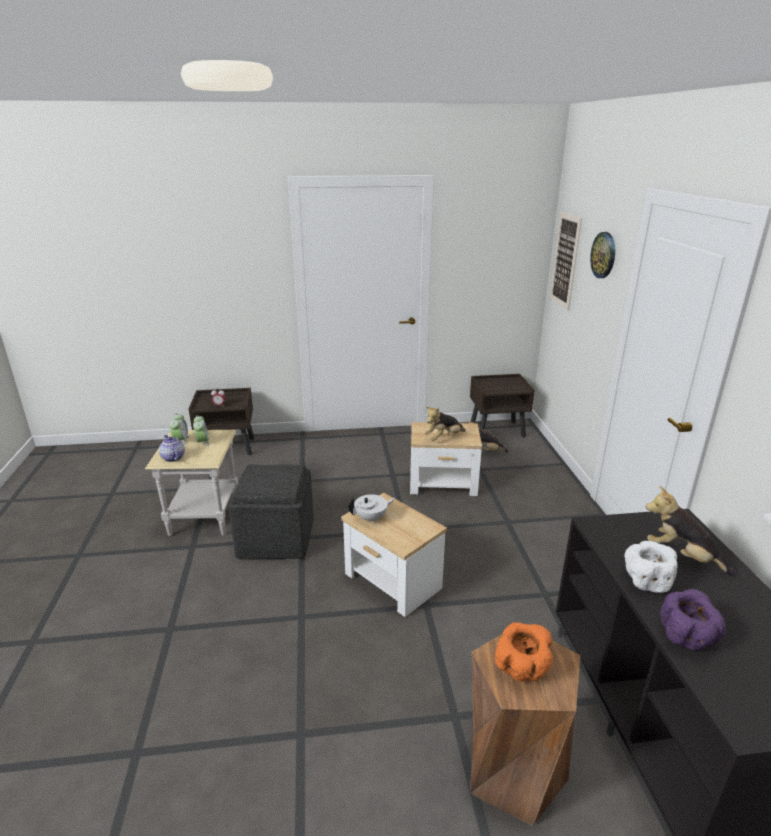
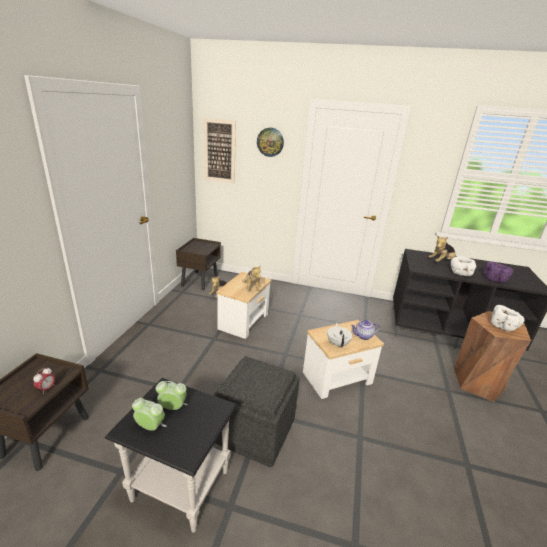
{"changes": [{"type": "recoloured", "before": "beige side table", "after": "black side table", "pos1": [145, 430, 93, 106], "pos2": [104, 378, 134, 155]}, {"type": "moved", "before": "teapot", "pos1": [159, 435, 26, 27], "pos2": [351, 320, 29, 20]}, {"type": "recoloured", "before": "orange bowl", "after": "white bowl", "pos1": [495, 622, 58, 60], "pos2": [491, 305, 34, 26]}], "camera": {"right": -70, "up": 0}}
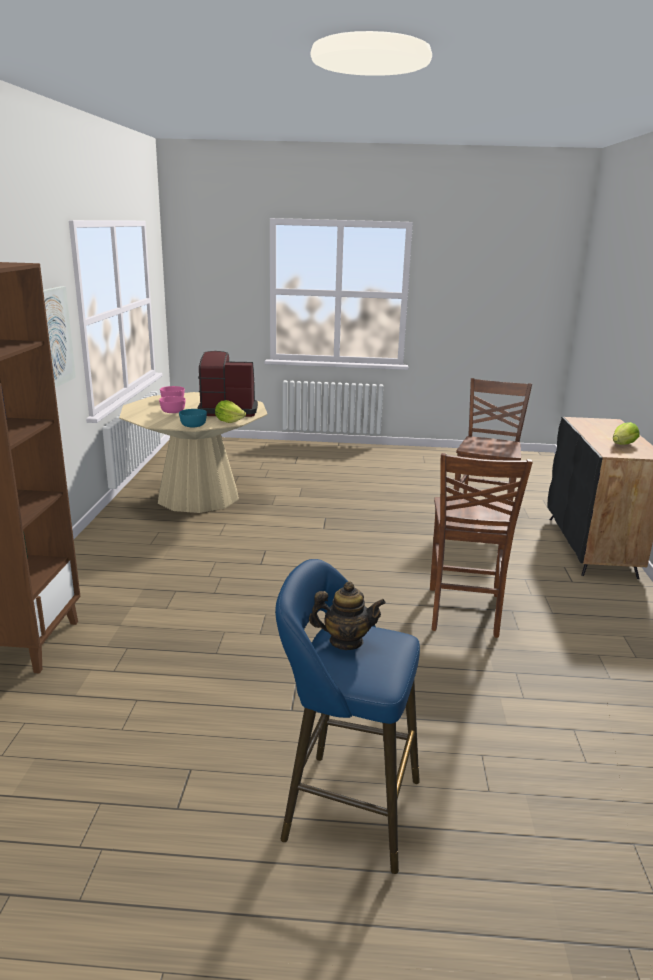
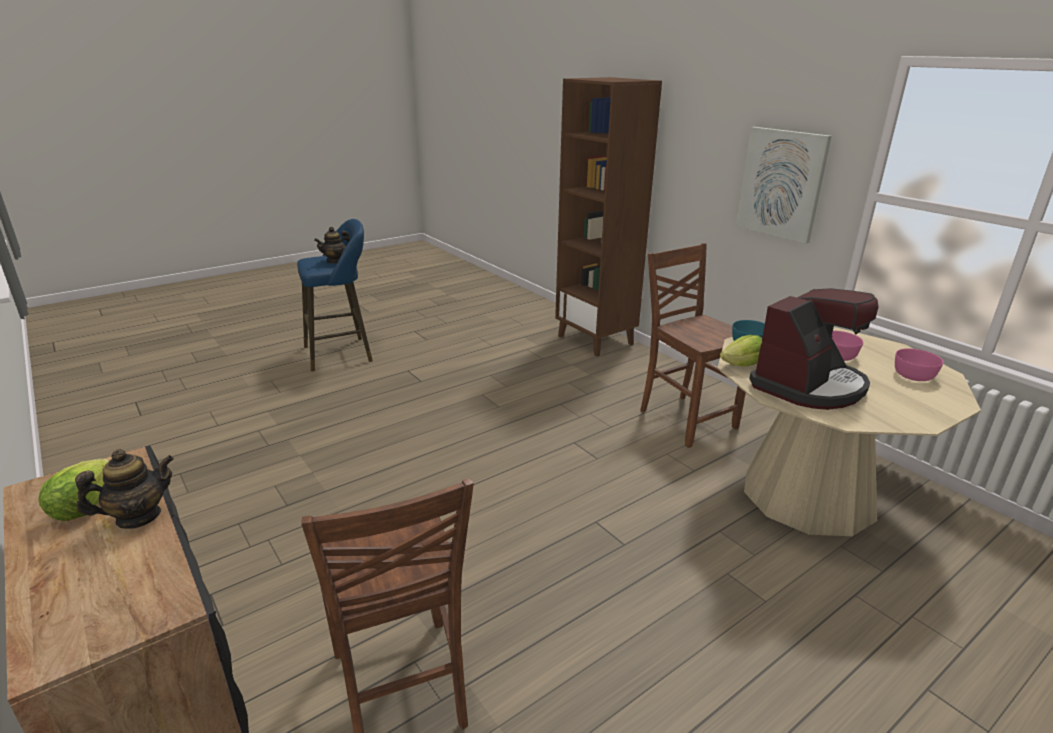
{"changes": [{"type": "moved", "before": "brown chair", "pos1": [430, 453, 103, 185], "pos2": [640, 243, 106, 205]}, {"type": "added", "after": "teapot", "pos2": [75, 449, 99, 80]}], "camera": {"right": 140, "up": 5}}
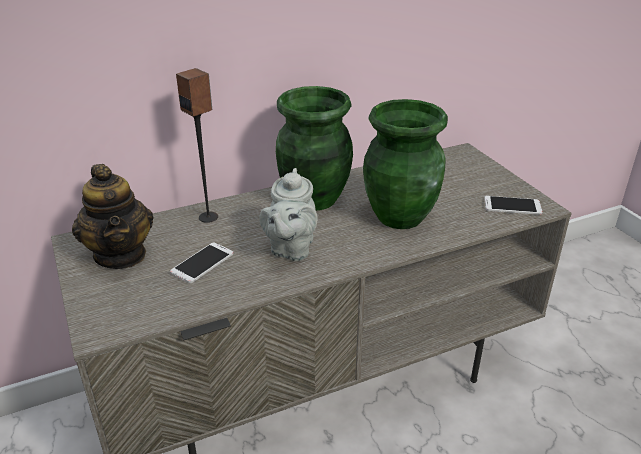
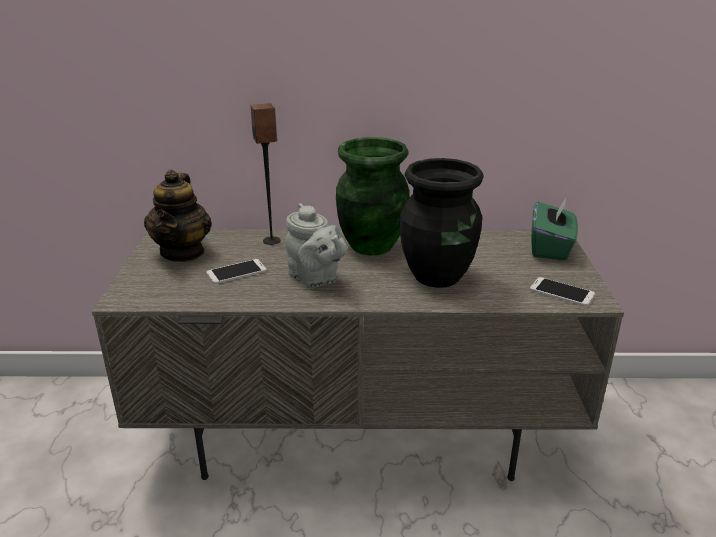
{"changes": [{"type": "recoloured", "before": "green vase", "after": "black vase", "pos1": [363, 99, 85, 130], "pos2": [400, 158, 83, 130]}, {"type": "turned", "before": "grey teapot", "pos1": [259, 168, 59, 93], "pos2": [285, 203, 62, 84], "turn": -75}, {"type": "added", "after": "green tissue box", "pos2": [531, 196, 47, 65]}], "camera": {"right": 25, "up": -5}}
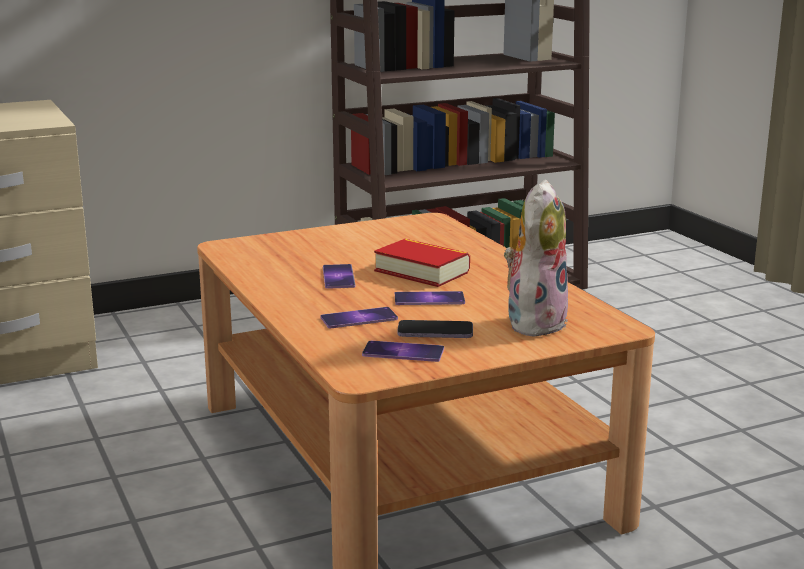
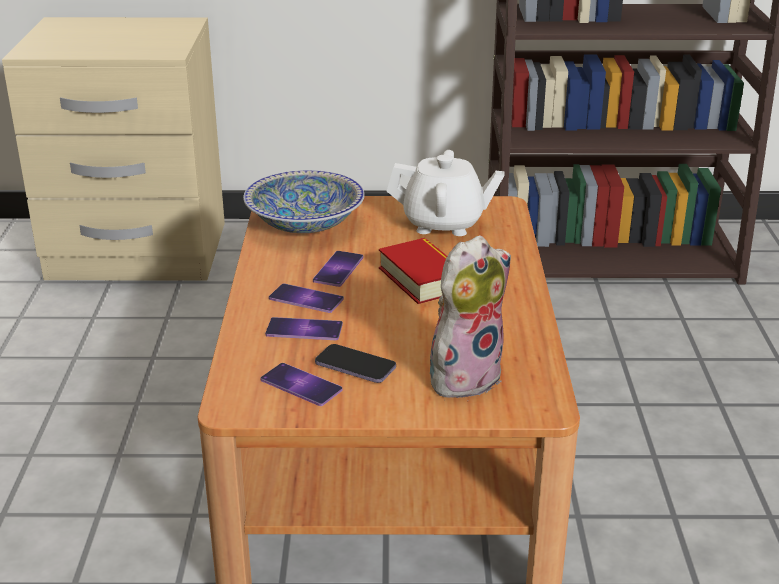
{"changes": [{"type": "moved", "before": "phone", "pos1": [395, 291, 70, 14], "pos2": [269, 284, 75, 29]}, {"type": "added", "after": "white teapot", "pos2": [387, 150, 118, 86]}, {"type": "added", "after": "bowl", "pos2": [243, 170, 122, 63]}], "camera": {"right": 25, "up": 10}}
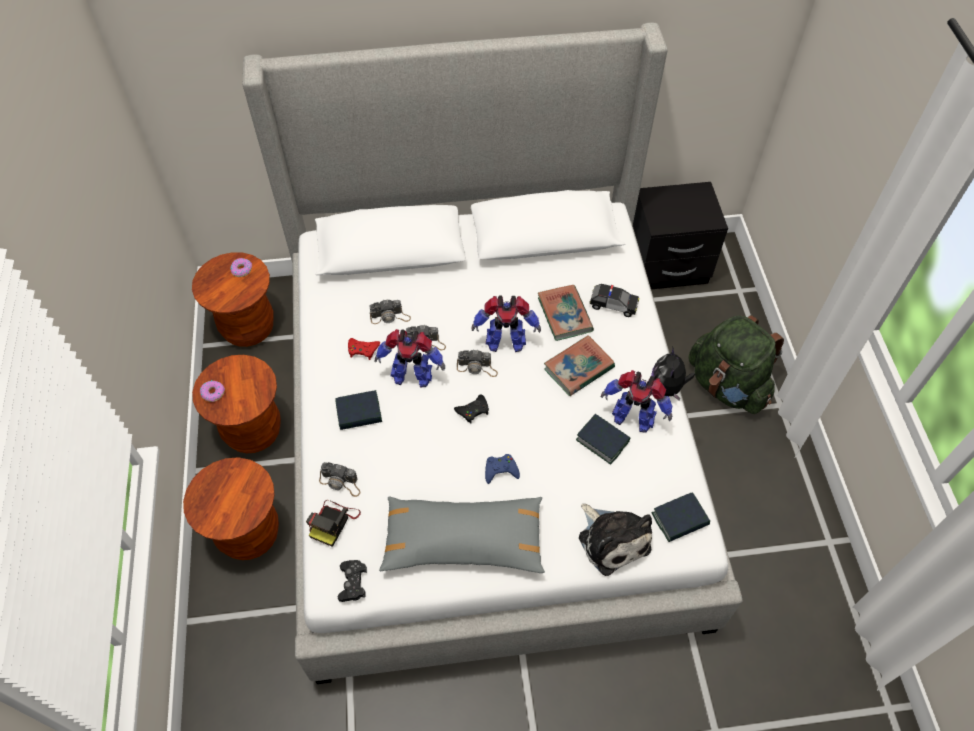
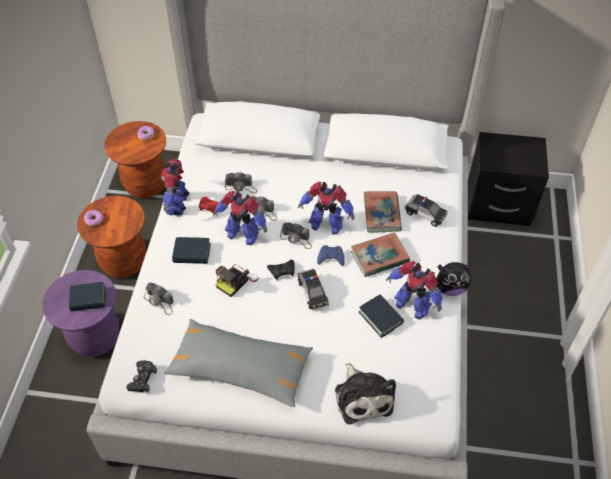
{"changes": [{"type": "removed", "before": "green backpack", "pos1": [688, 315, 96, 99]}, {"type": "turned", "before": "plush toy", "pos1": [651, 347, 44, 54], "pos2": [436, 262, 35, 34], "turn": -120}, {"type": "moved", "before": "blue game controller", "pos1": [485, 454, 35, 30], "pos2": [317, 245, 28, 21]}, {"type": "recoloured", "before": "brown stool", "after": "purple stool", "pos1": [183, 457, 96, 103], "pos2": [42, 270, 77, 87]}, {"type": "moved", "before": "book", "pos1": [651, 492, 59, 50], "pos2": [69, 282, 36, 29]}, {"type": "moved", "before": "photo camera", "pos1": [306, 500, 55, 47], "pos2": [215, 264, 44, 33]}, {"type": "added", "after": "toy robot", "pos2": [161, 159, 28, 57]}, {"type": "added", "after": "toy car", "pos2": [298, 269, 31, 41]}], "camera": {"right": 15, "up": -5}}
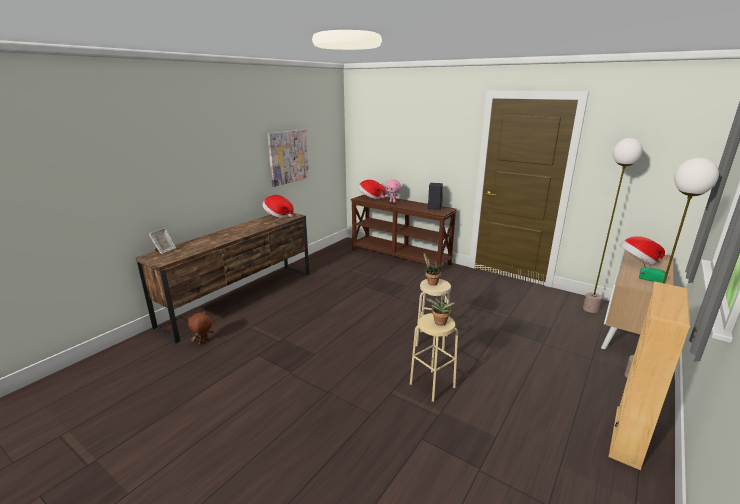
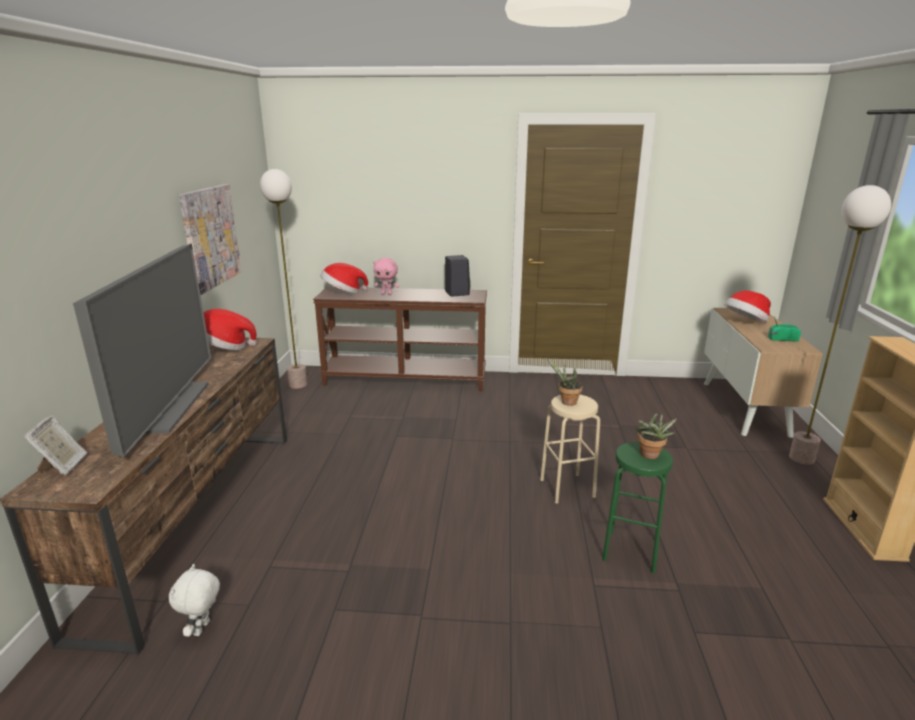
{"changes": [{"type": "moved", "before": "floor lamp", "pos1": [583, 138, 60, 175], "pos2": [260, 169, 47, 220]}, {"type": "recoloured", "before": "brown plush toy", "after": "white plush toy", "pos1": [187, 311, 27, 34], "pos2": [169, 564, 51, 73]}, {"type": "recoloured", "before": "beige stool", "after": "green stool", "pos1": [410, 313, 48, 89], "pos2": [602, 442, 71, 132]}, {"type": "added", "after": "television", "pos2": [73, 244, 138, 213]}], "camera": {"right": -30, "up": 0}}
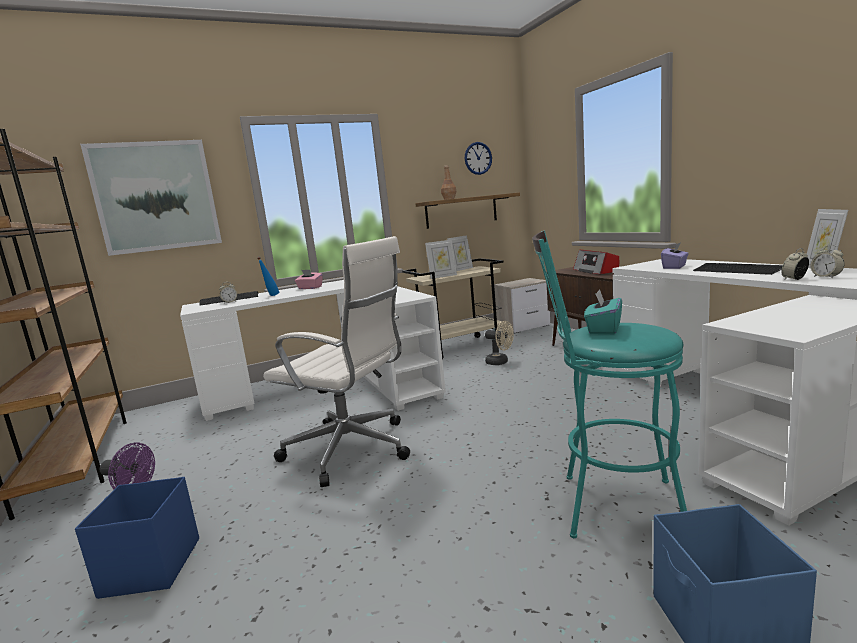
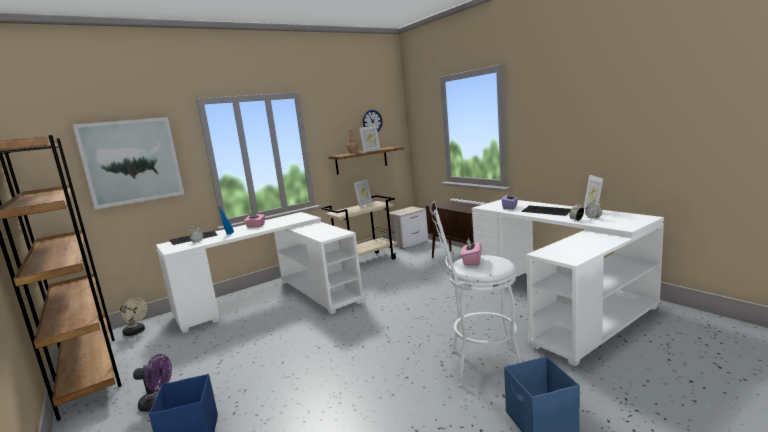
{"changes": [{"type": "recoloured", "before": "turquoise stool", "after": "white stool", "pos1": [532, 230, 155, 308], "pos2": [429, 202, 93, 185]}, {"type": "removed", "before": "white office chair", "pos1": [263, 236, 147, 251]}, {"type": "moved", "before": "picture frame", "pos1": [425, 240, 32, 39], "pos2": [359, 126, 22, 26]}, {"type": "removed", "before": "radio", "pos1": [573, 250, 47, 24]}, {"type": "recoloured", "before": "turquoise tissue box", "after": "pink tissue box", "pos1": [584, 289, 38, 45], "pos2": [461, 238, 21, 27]}, {"type": "moved", "before": "beige fan", "pos1": [485, 321, 29, 44], "pos2": [120, 297, 27, 39]}], "camera": {"right": -10, "up": 0}}
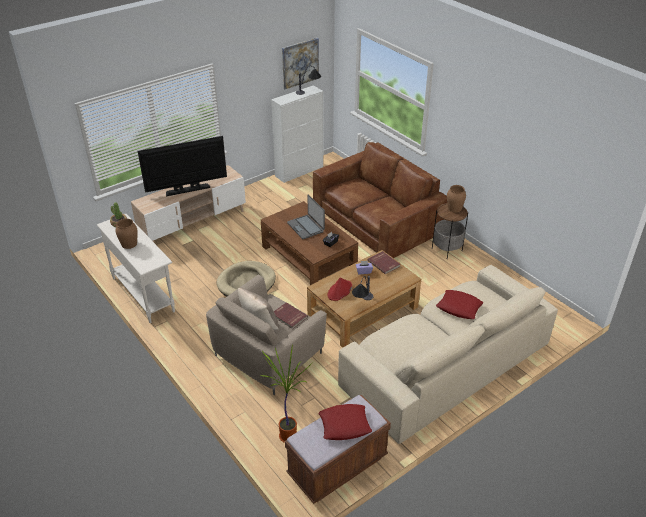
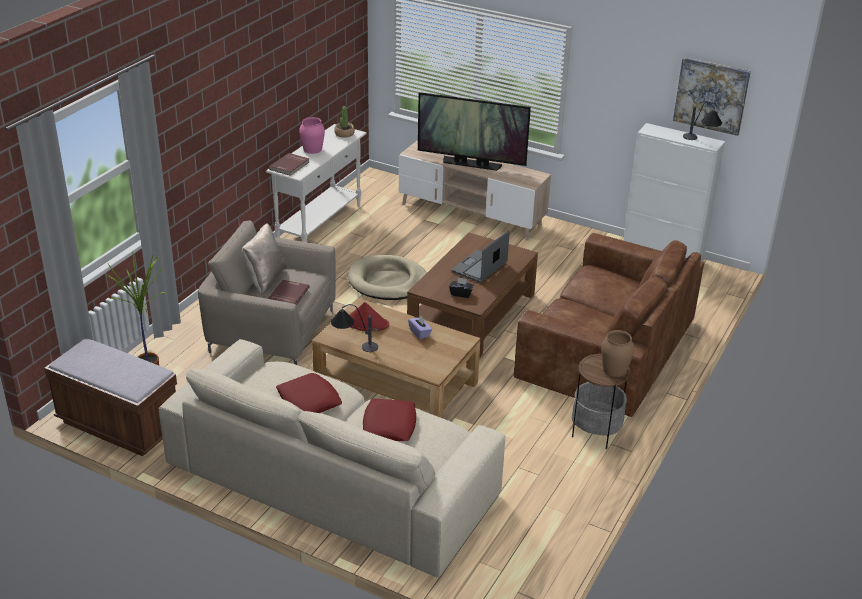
{"changes": [{"type": "turned", "before": "television", "pos1": [138, 136, 89, 60], "pos2": [418, 92, 113, 79], "turn": 150}, {"type": "recoloured", "before": "brown vase", "after": "pink vase", "pos1": [116, 219, 21, 30], "pos2": [299, 117, 26, 37]}, {"type": "moved", "before": "red book", "pos1": [368, 251, 32, 23], "pos2": [269, 153, 40, 23]}, {"type": "moved", "before": "red pillow", "pos1": [319, 404, 53, 36], "pos2": [276, 373, 66, 40]}], "camera": {"right": 65, "up": -5}}
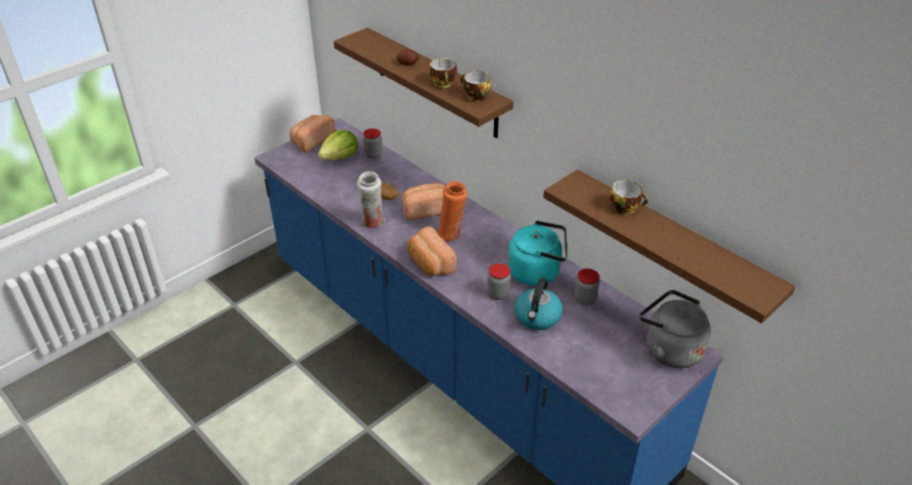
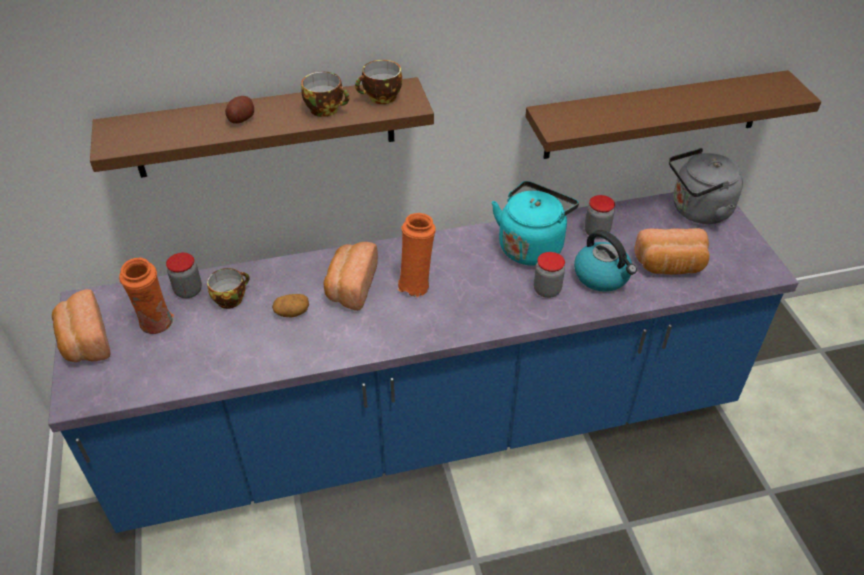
{"changes": [{"type": "replaced", "before": "lettuce", "after": "orange vase", "pos1": [318, 130, 40, 30], "pos2": [119, 258, 55, 76]}, {"type": "removed", "before": "white vase", "pos1": [357, 172, 28, 56]}, {"type": "moved", "before": "cup", "pos1": [610, 180, 38, 35], "pos2": [207, 268, 42, 41]}, {"type": "moved", "before": "bread", "pos1": [407, 226, 50, 50], "pos2": [634, 228, 76, 46]}], "camera": {"right": -60, "up": 5}}
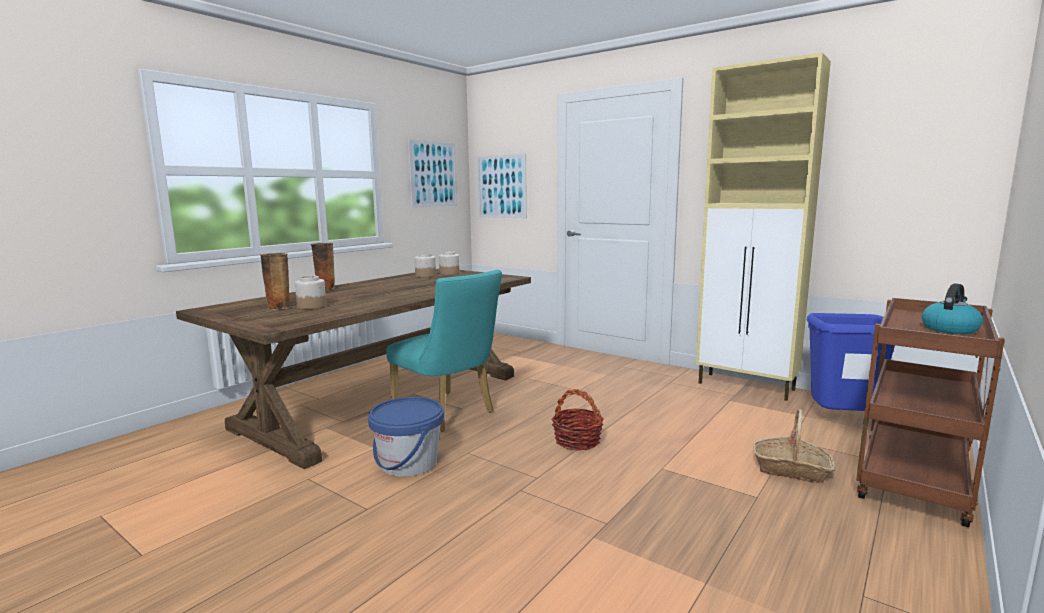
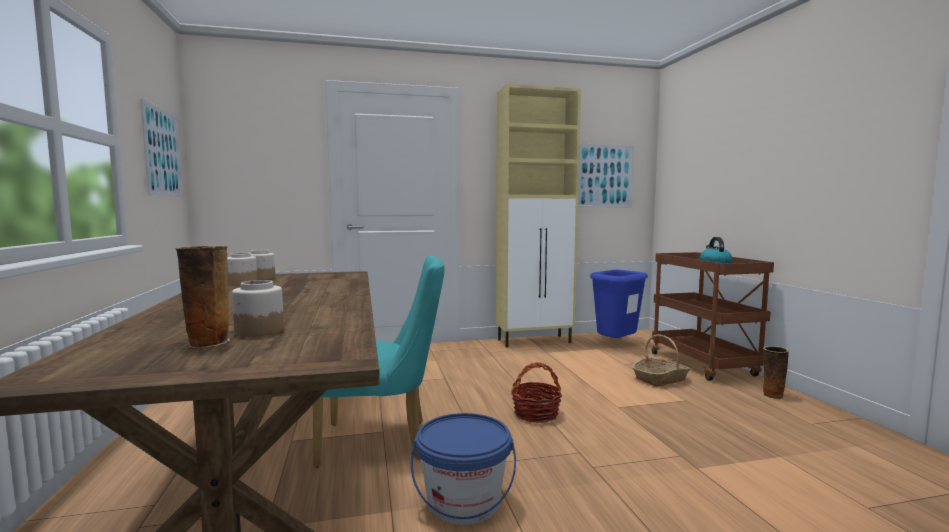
{"changes": [{"type": "moved", "before": "picture", "pos1": [477, 154, 50, 64], "pos2": [578, 144, 56, 64]}, {"type": "moved", "before": "vase", "pos1": [311, 243, 24, 47], "pos2": [762, 346, 27, 53]}], "camera": {"right": -50, "up": -5}}
